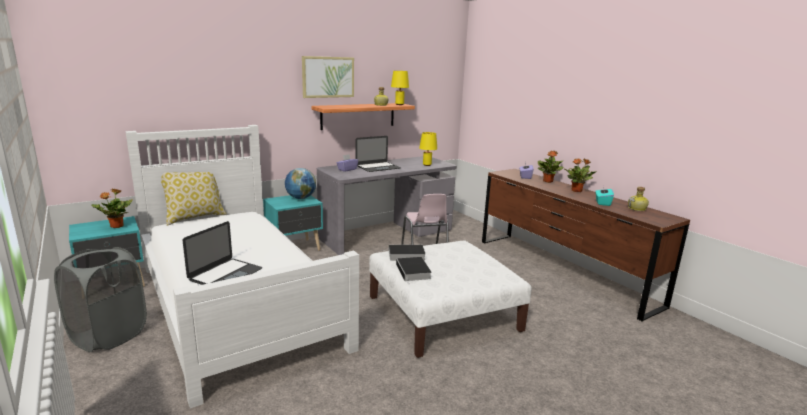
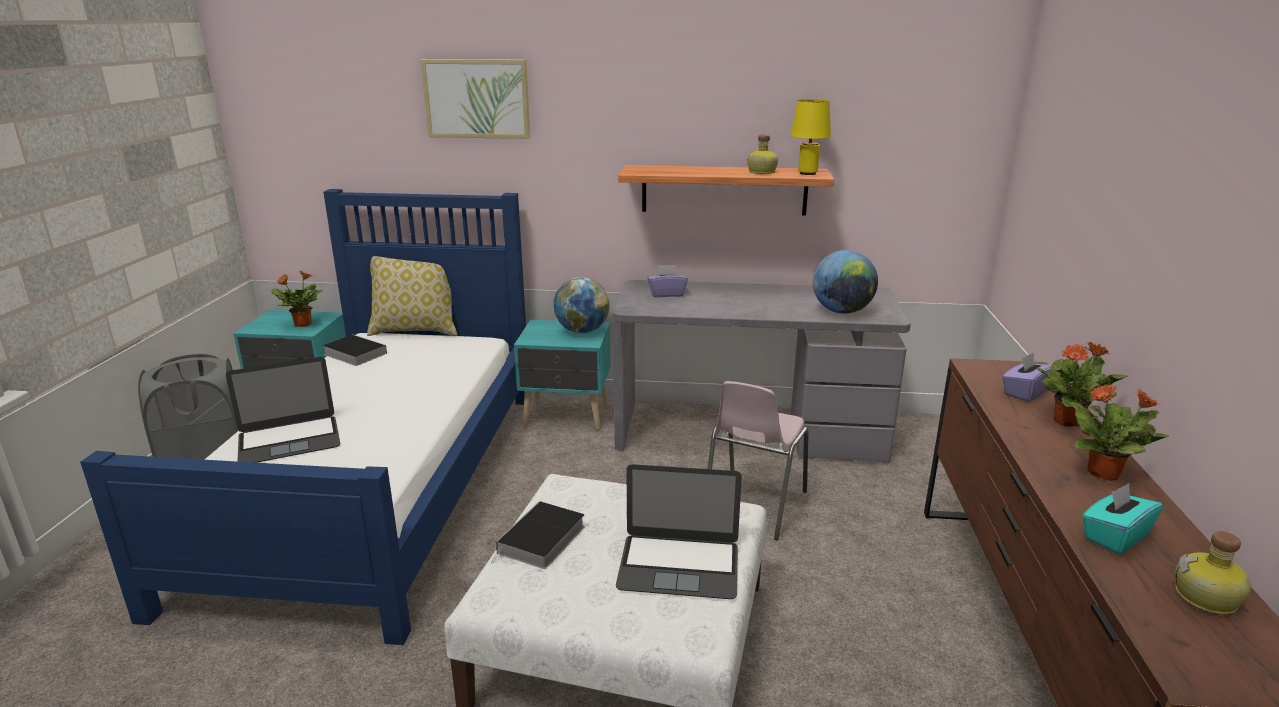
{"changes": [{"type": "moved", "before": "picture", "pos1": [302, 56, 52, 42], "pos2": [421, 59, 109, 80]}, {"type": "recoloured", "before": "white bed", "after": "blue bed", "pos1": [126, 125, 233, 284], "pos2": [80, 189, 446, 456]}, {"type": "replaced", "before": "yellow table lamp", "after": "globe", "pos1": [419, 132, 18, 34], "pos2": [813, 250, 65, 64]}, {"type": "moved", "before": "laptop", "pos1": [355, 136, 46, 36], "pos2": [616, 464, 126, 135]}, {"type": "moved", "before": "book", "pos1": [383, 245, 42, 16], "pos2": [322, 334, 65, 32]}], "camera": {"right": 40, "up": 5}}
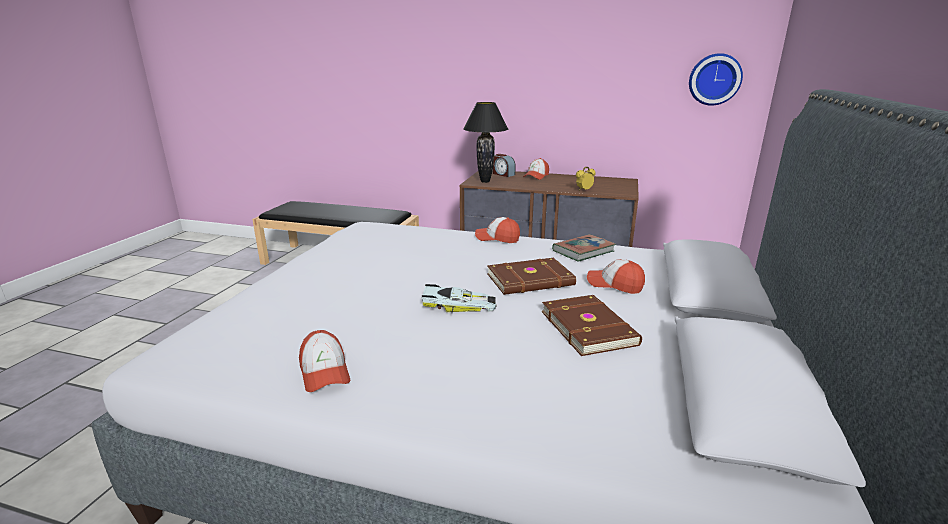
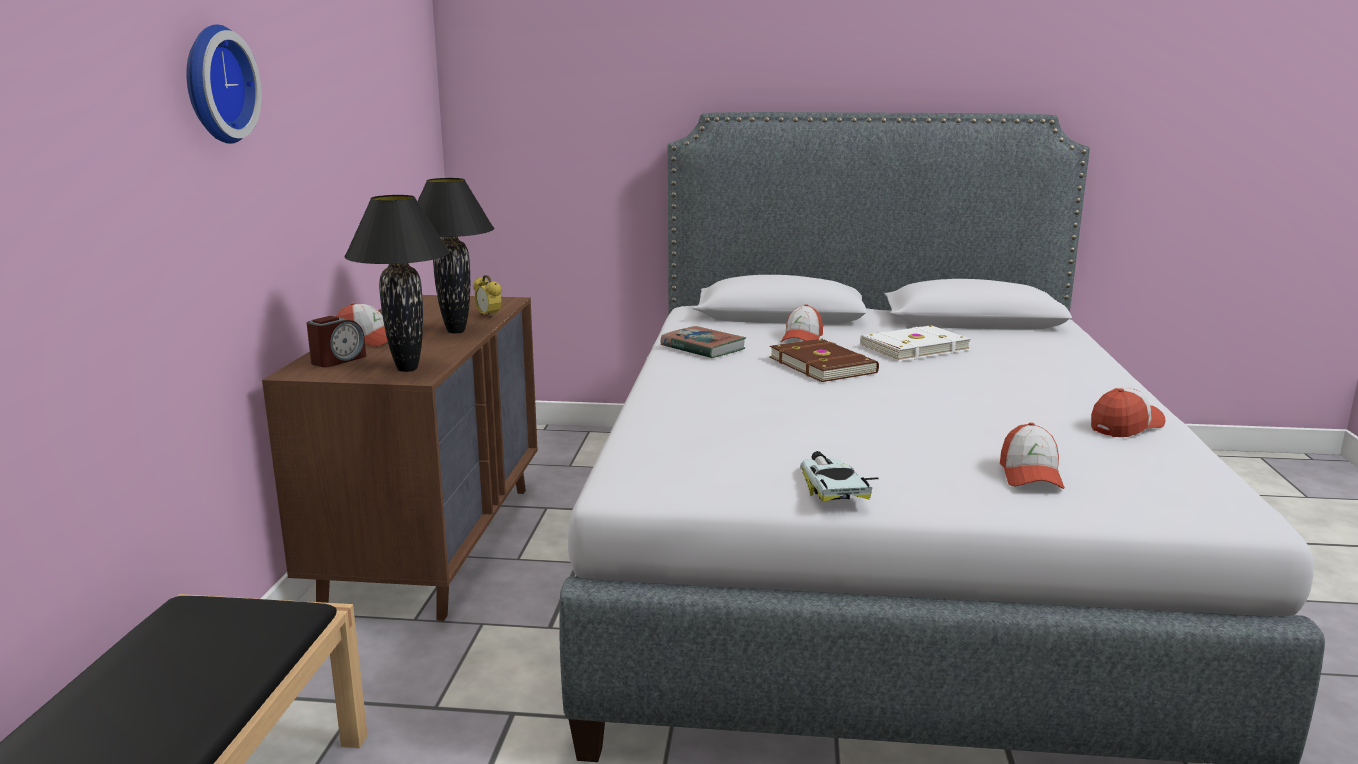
{"changes": [{"type": "moved", "before": "wall clock", "pos1": [689, 53, 54, 53], "pos2": [186, 24, 76, 120]}, {"type": "moved", "before": "cap", "pos1": [475, 217, 45, 26], "pos2": [1000, 423, 65, 66]}, {"type": "moved", "before": "toy car", "pos1": [422, 284, 75, 29], "pos2": [800, 451, 78, 51]}, {"type": "recoloured", "before": "brown book", "after": "white book", "pos1": [541, 295, 101, 61], "pos2": [860, 325, 111, 36]}, {"type": "added", "after": "black table lamp", "pos2": [417, 178, 77, 155]}], "camera": {"right": -100, "up": -5}}
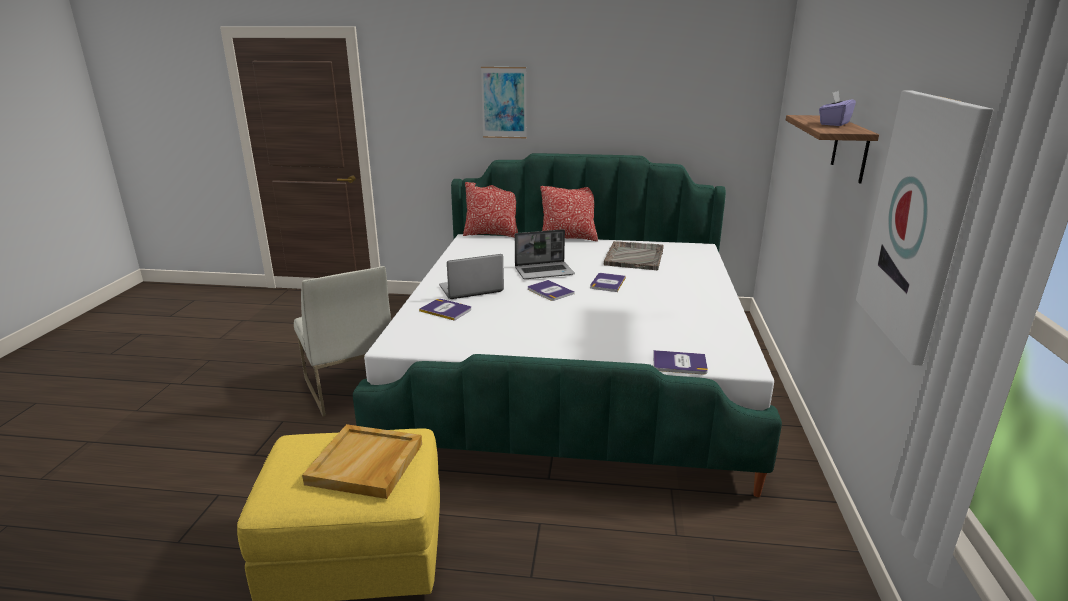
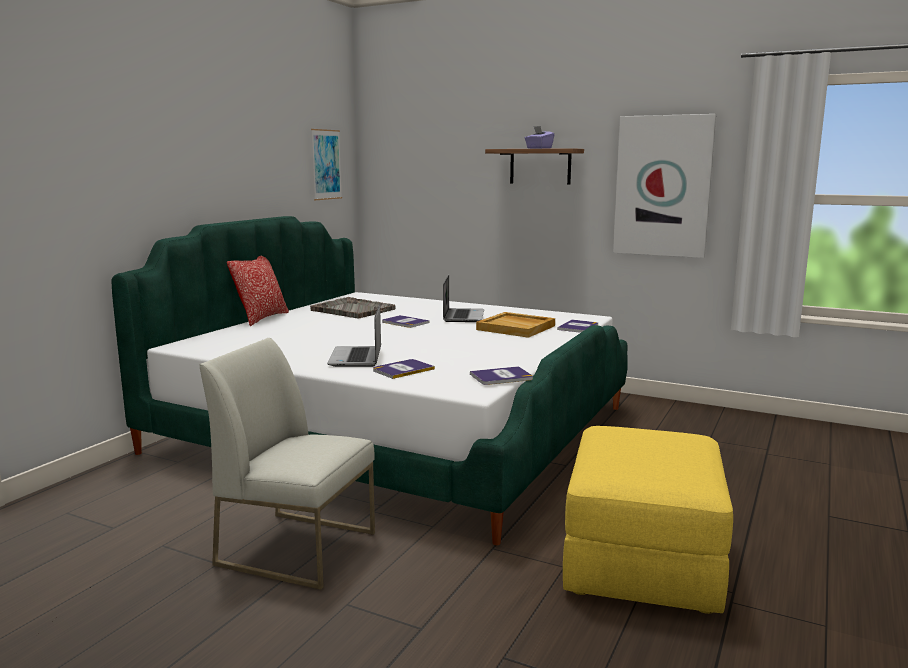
{"changes": [{"type": "moved", "before": "picture", "pos1": [481, 67, 46, 71], "pos2": [311, 129, 31, 71]}, {"type": "removed", "before": "pillow", "pos1": [463, 182, 55, 56]}, {"type": "moved", "before": "laptop", "pos1": [515, 229, 60, 50], "pos2": [443, 275, 41, 47]}, {"type": "turned", "before": "white chair", "pos1": [294, 266, 97, 151], "pos2": [199, 338, 176, 252], "turn": -150}, {"type": "moved", "before": "book", "pos1": [528, 280, 47, 21], "pos2": [470, 366, 63, 19]}, {"type": "moved", "before": "beige tray", "pos1": [302, 424, 120, 75], "pos2": [476, 312, 79, 26]}], "camera": {"right": -70, "up": -10}}
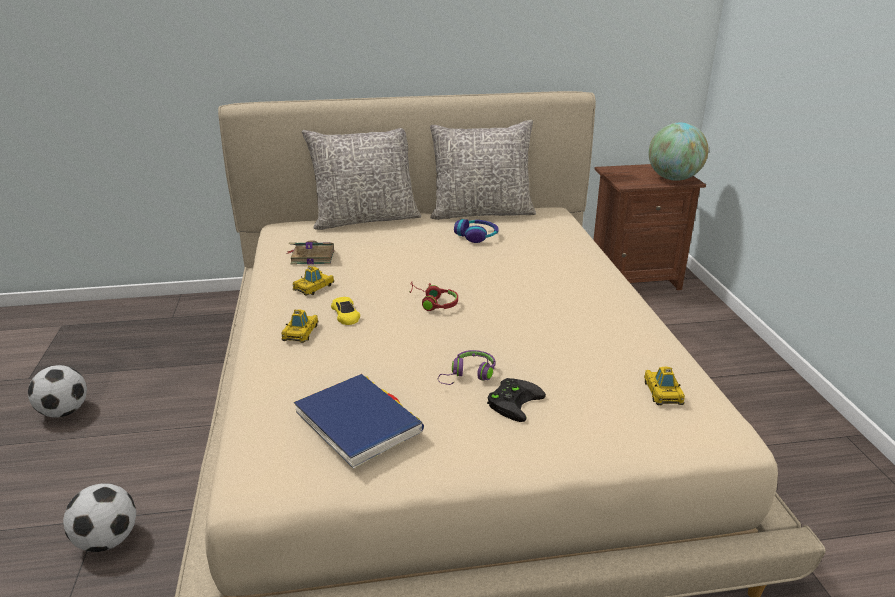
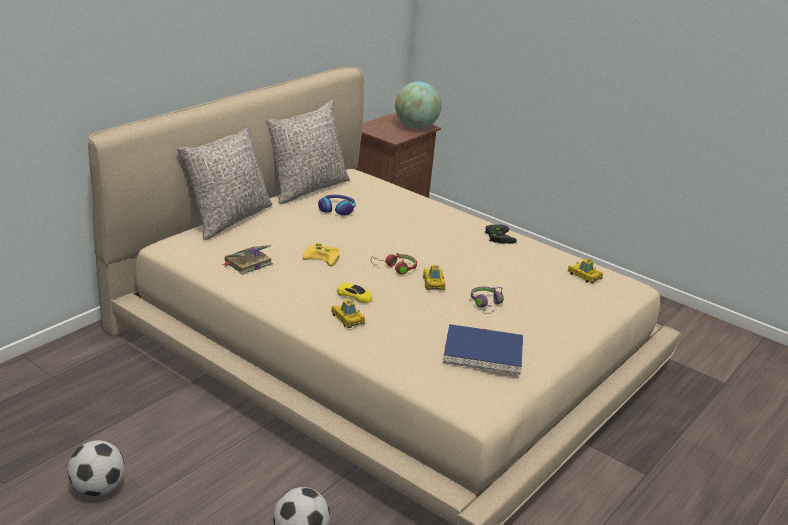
{"changes": [{"type": "moved", "before": "toy car", "pos1": [293, 266, 41, 29], "pos2": [423, 265, 22, 25]}, {"type": "moved", "before": "black game controller", "pos1": [487, 378, 59, 44], "pos2": [484, 224, 33, 20]}, {"type": "added", "after": "yellow game controller", "pos2": [303, 242, 37, 24]}], "camera": {"right": -45, "up": 0}}
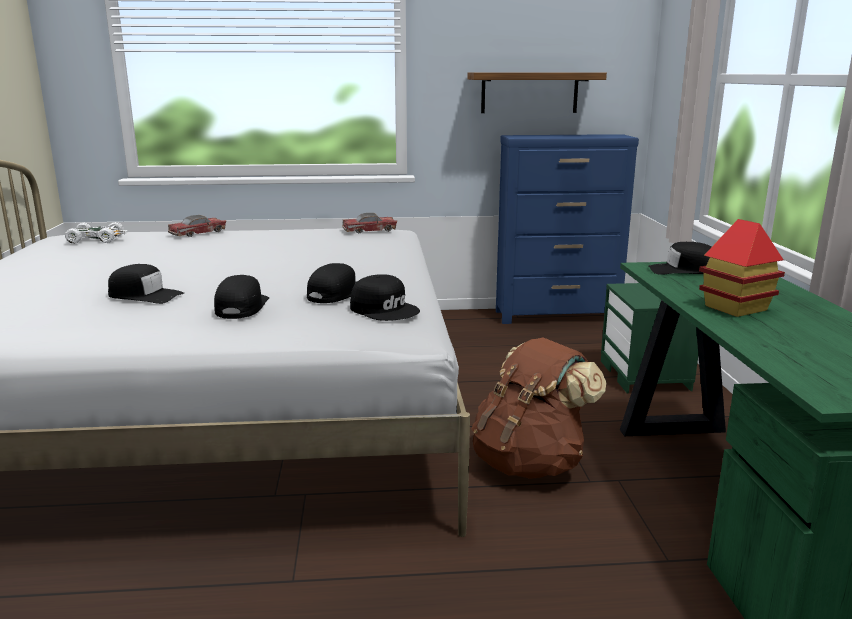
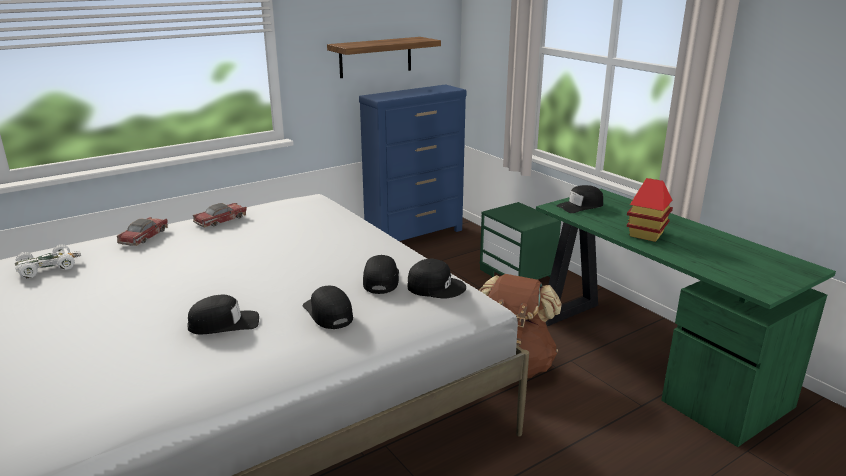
{"changes": [{"type": "moved", "before": "toy car", "pos1": [342, 213, 55, 20], "pos2": [193, 203, 54, 25]}], "camera": {"right": -30, "up": 5}}
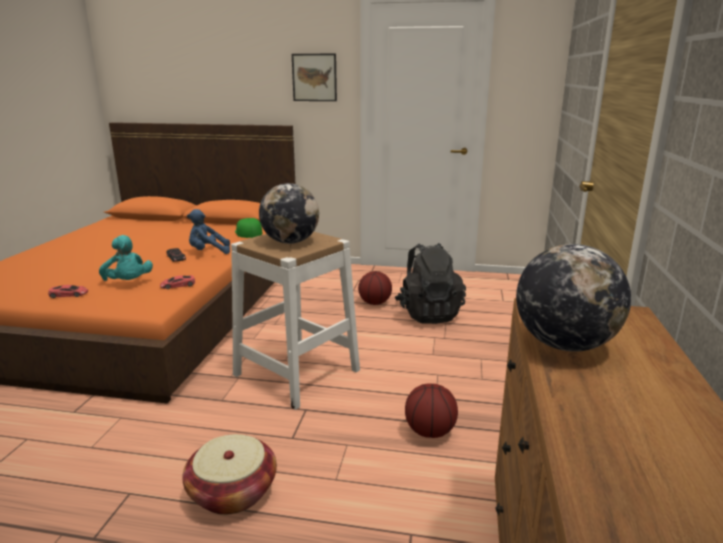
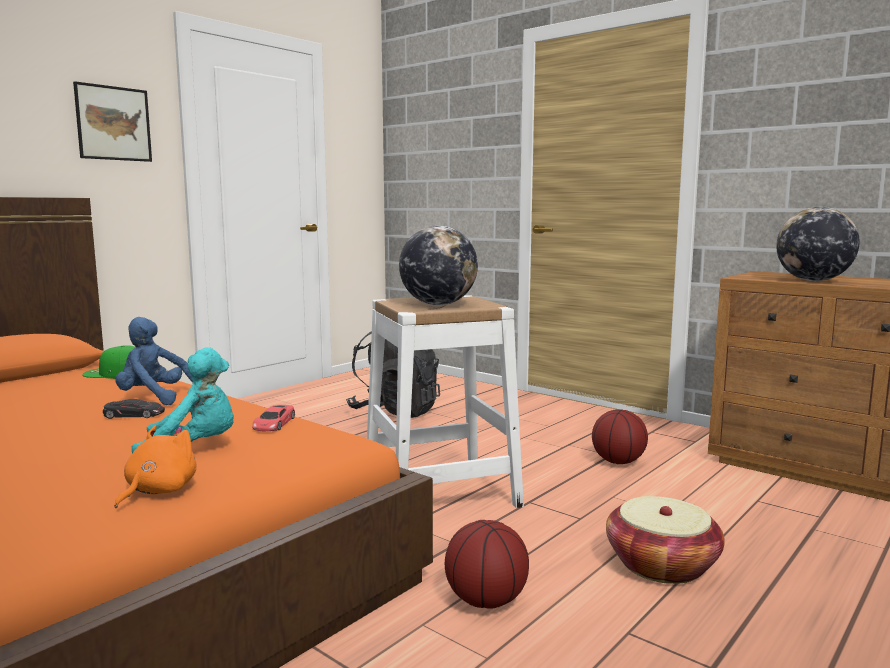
{"changes": [{"type": "turned", "before": "blue plush toy", "pos1": [187, 209, 43, 45], "pos2": [115, 317, 78, 88], "turn": 90}, {"type": "moved", "before": "basketball", "pos1": [358, 271, 34, 34], "pos2": [445, 520, 84, 89]}, {"type": "replaced", "before": "red toy car", "after": "orange plush toy", "pos1": [48, 285, 40, 13], "pos2": [114, 426, 83, 82]}], "camera": {"right": -60, "up": -10}}
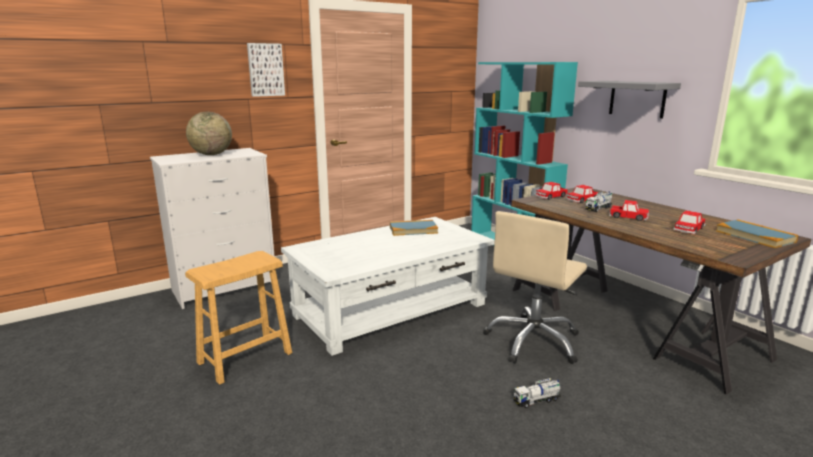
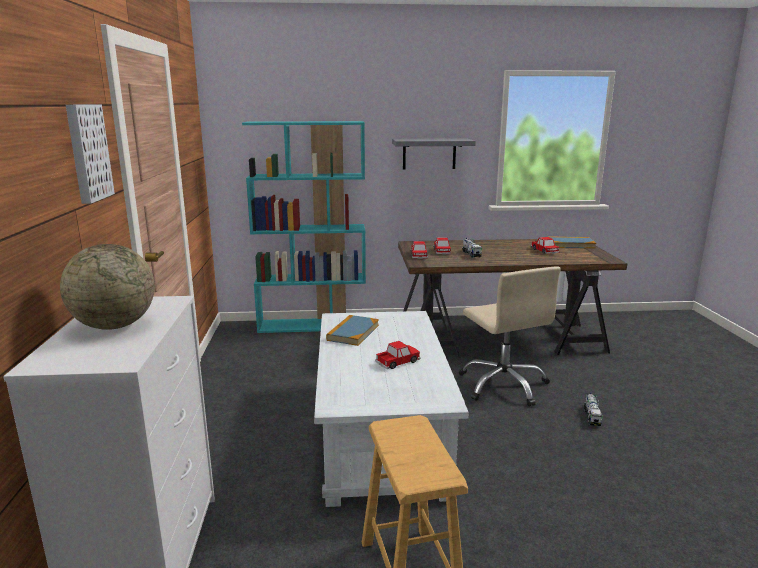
{"changes": [{"type": "moved", "before": "toy car", "pos1": [609, 200, 40, 21], "pos2": [375, 341, 45, 28]}], "camera": {"right": -60, "up": 0}}
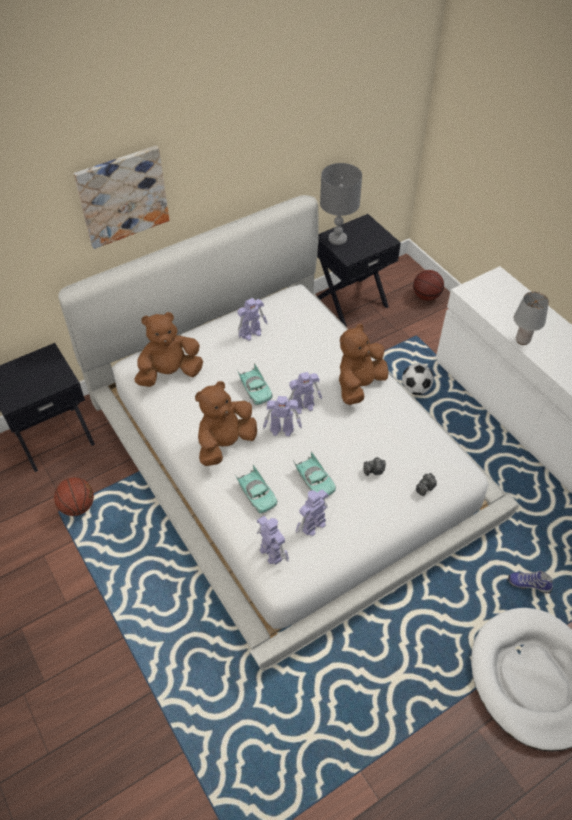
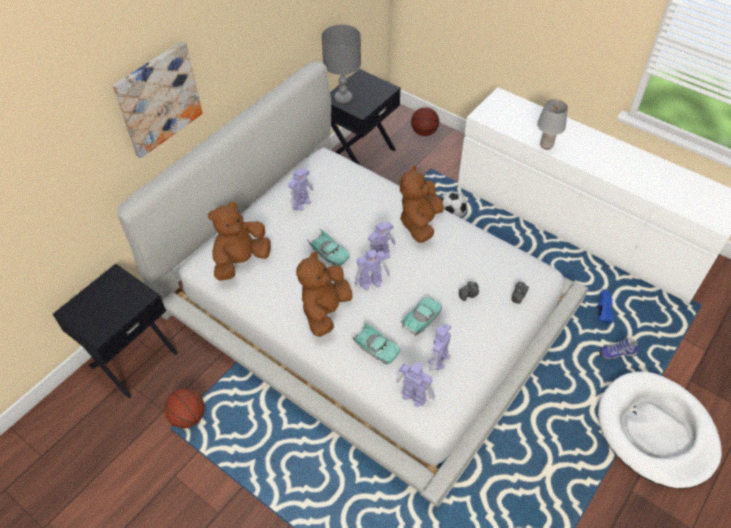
{"changes": [{"type": "turned", "before": "turquoise toy car", "pos1": [293, 451, 43, 45], "pos2": [401, 296, 41, 40], "turn": -90}, {"type": "added", "after": "blue shoe", "pos2": [597, 290, 17, 34]}], "camera": {"right": -20, "up": 0}}
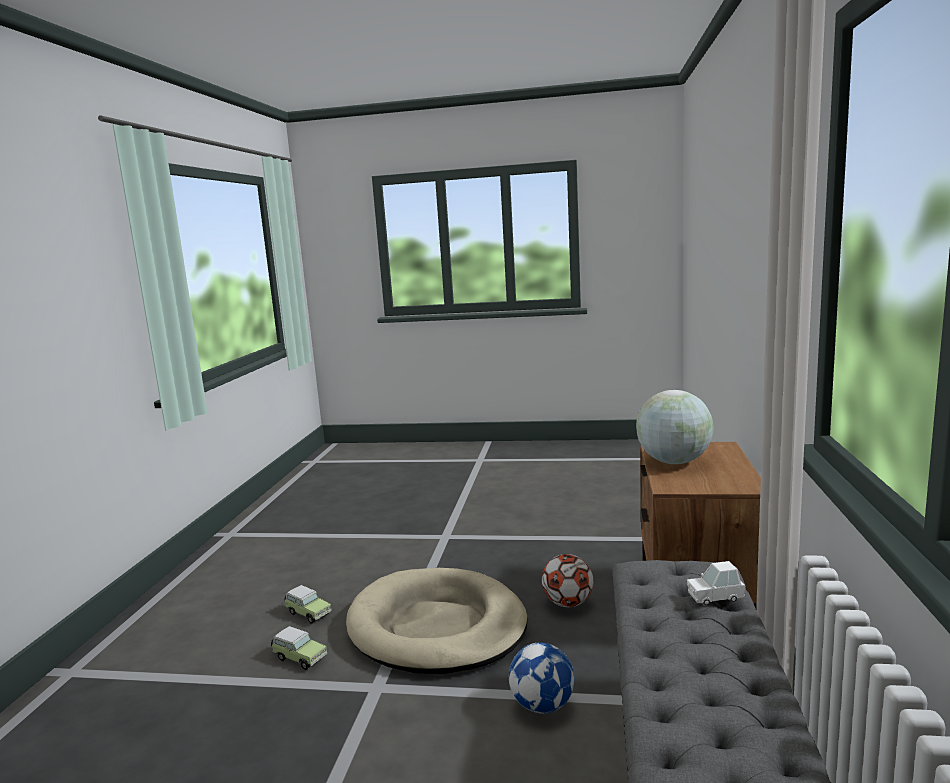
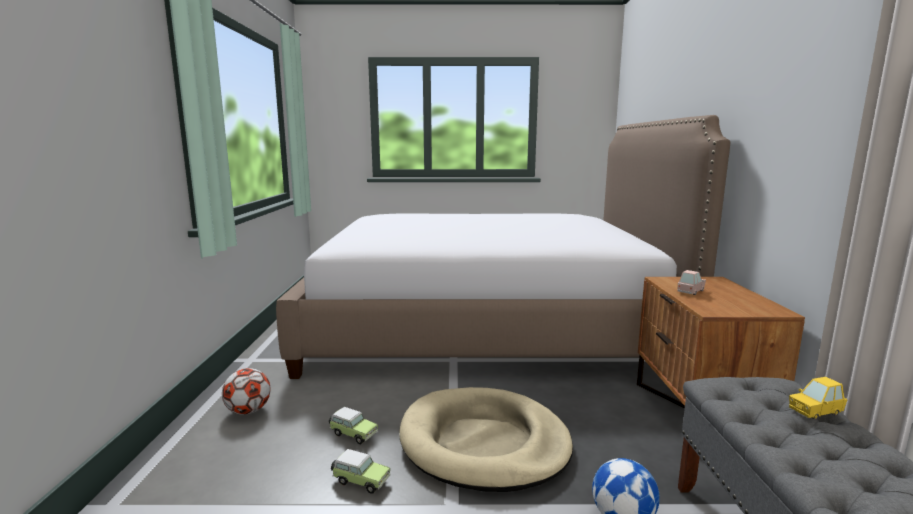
{"changes": [{"type": "replaced", "before": "globe", "after": "pink toy car", "pos1": [636, 390, 78, 74], "pos2": [678, 270, 28, 25]}, {"type": "moved", "before": "football", "pos1": [542, 554, 51, 53], "pos2": [222, 368, 49, 47]}, {"type": "recoloured", "before": "white toy car", "after": "yellow toy car", "pos1": [687, 561, 59, 44], "pos2": [789, 377, 59, 43]}, {"type": "added", "after": "bed", "pos2": [276, 115, 454, 264]}], "camera": {"right": -10, "up": 0}}
